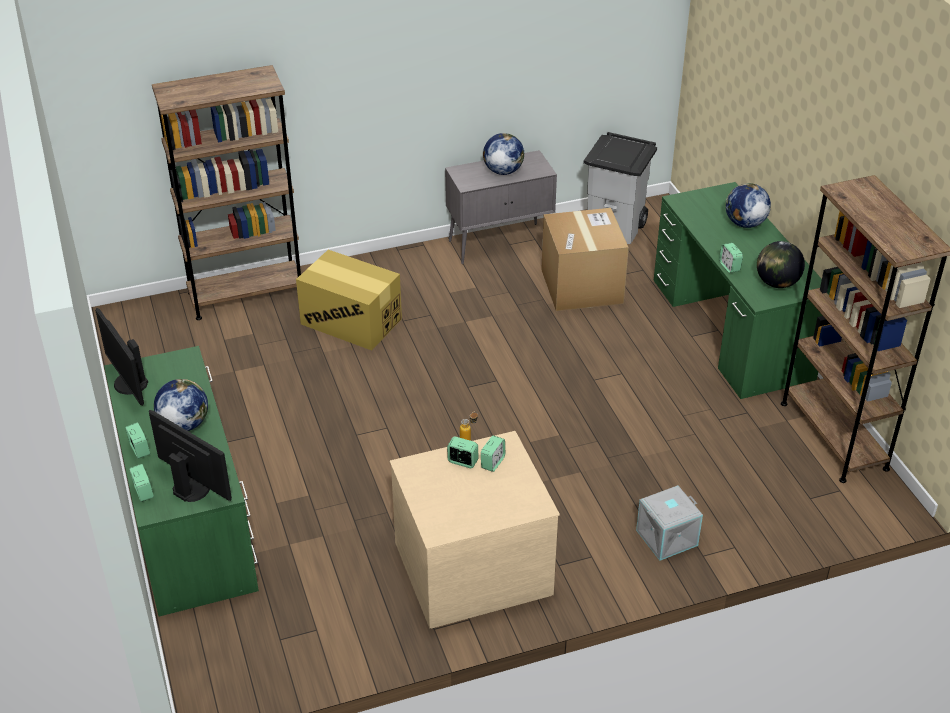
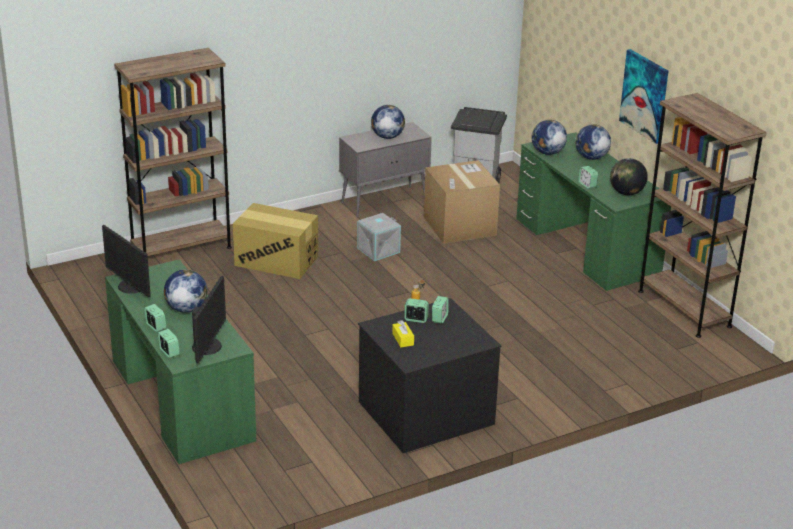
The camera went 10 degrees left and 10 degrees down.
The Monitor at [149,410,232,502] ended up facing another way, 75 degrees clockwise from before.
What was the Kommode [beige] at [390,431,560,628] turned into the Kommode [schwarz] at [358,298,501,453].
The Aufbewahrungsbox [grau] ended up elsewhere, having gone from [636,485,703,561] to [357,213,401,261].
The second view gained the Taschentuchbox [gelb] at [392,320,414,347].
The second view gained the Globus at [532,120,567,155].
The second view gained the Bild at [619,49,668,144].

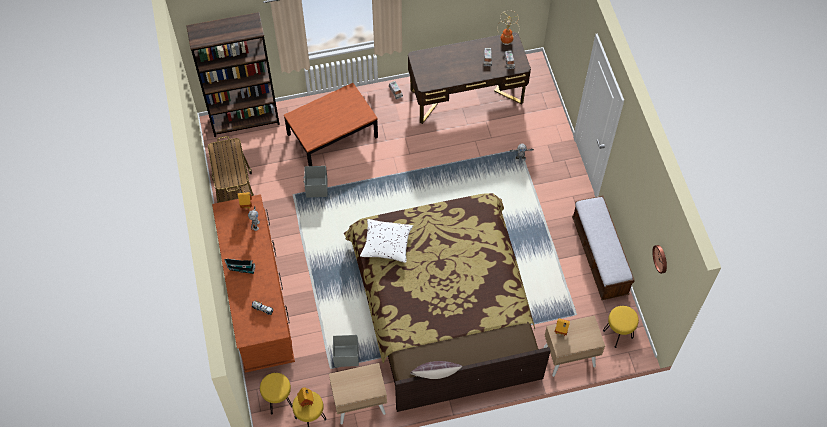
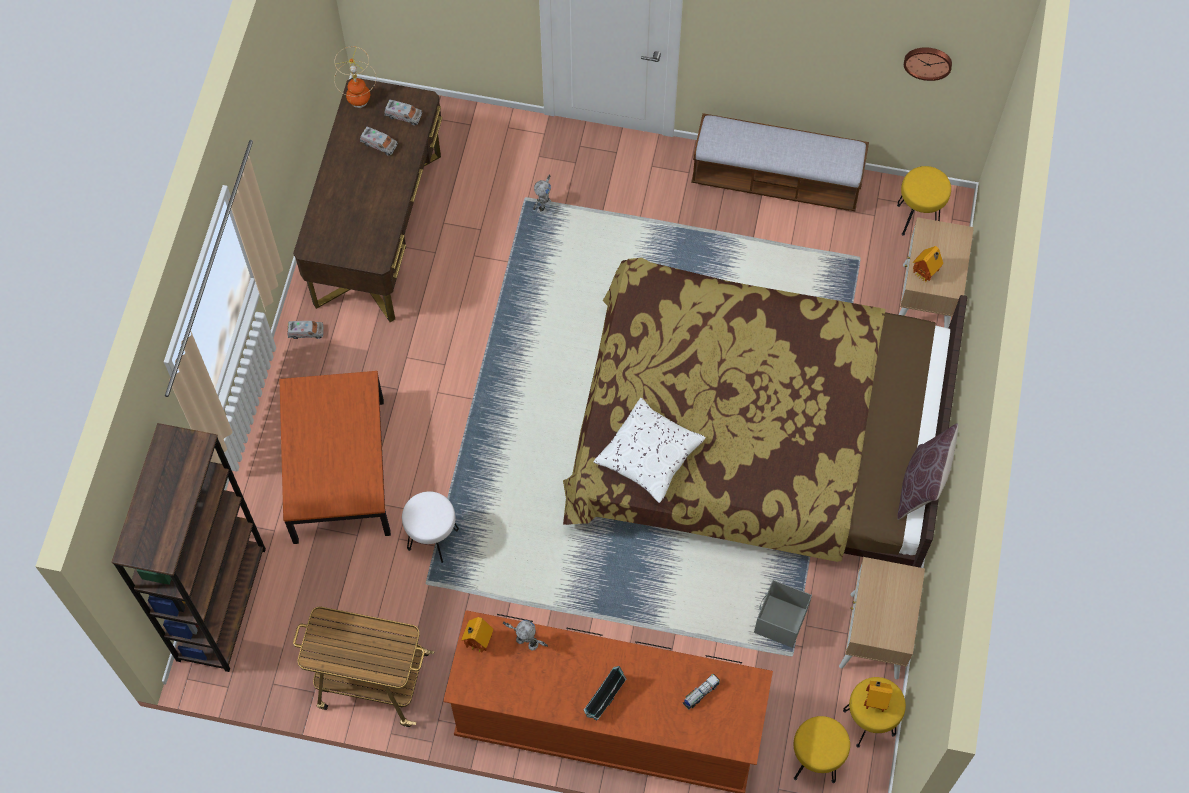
The camera went 65 degrees left and 5 degrees up.
Where the Aufbewahrungsbox [grau] stood at [303,166,327,198], the Hocker [weiß] came to stand at [402,491,459,563].

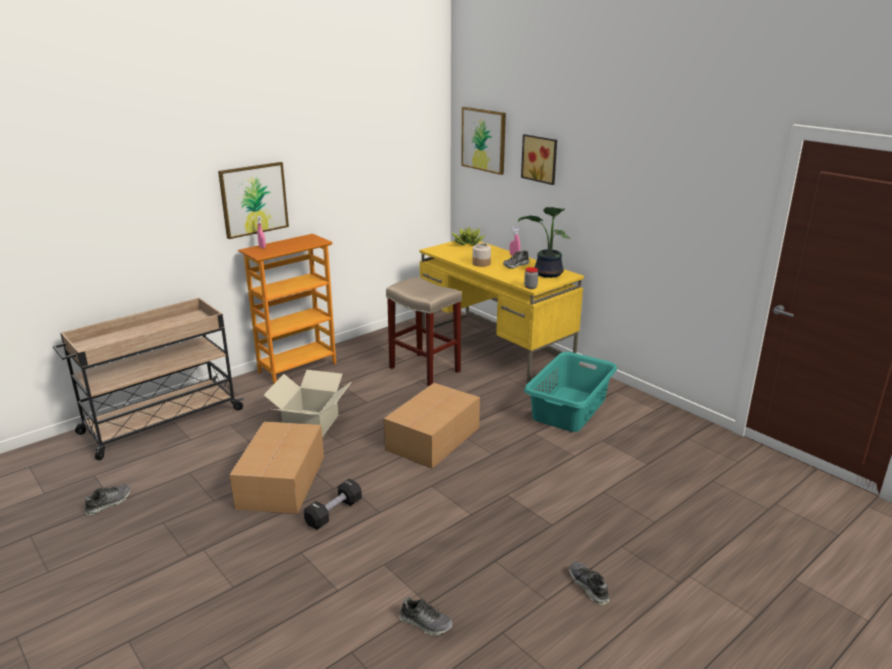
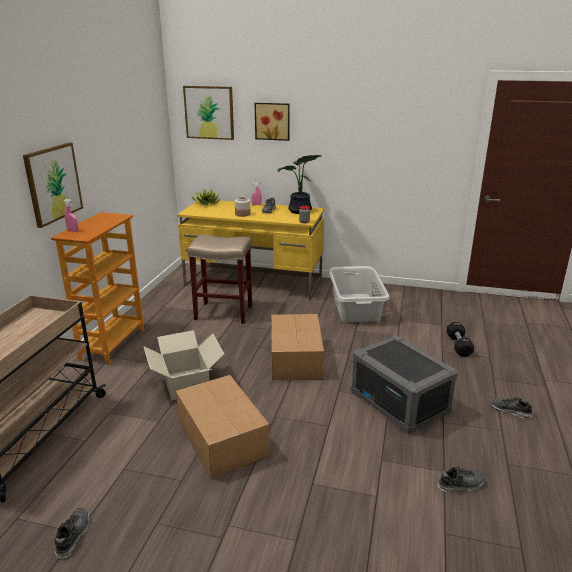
The camera went 35 degrees left and 0 degrees up.
The Hantel [schwarz] ended up elsewhere, having gone from [304,479,362,530] to [447,322,474,357].
What was the Wäschekorb [türkis] at [524,352,617,432] turned into the Wäschekorb [grau] at [329,266,389,322].
The second view gained the Aufbewahrungsbox [grau] at [351,335,458,434].

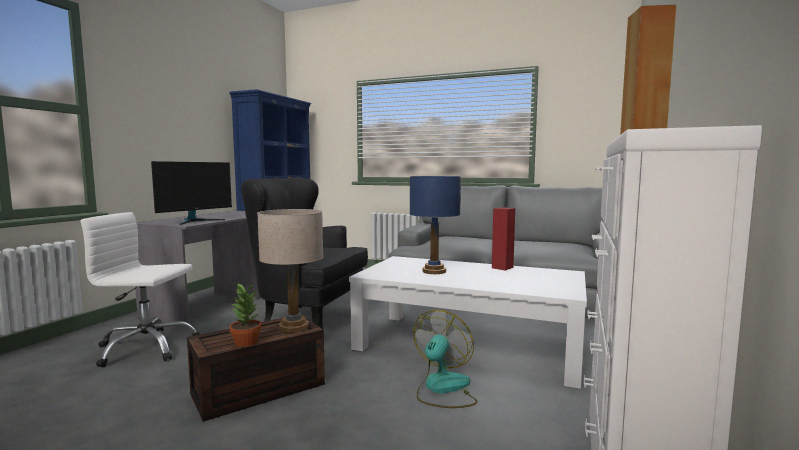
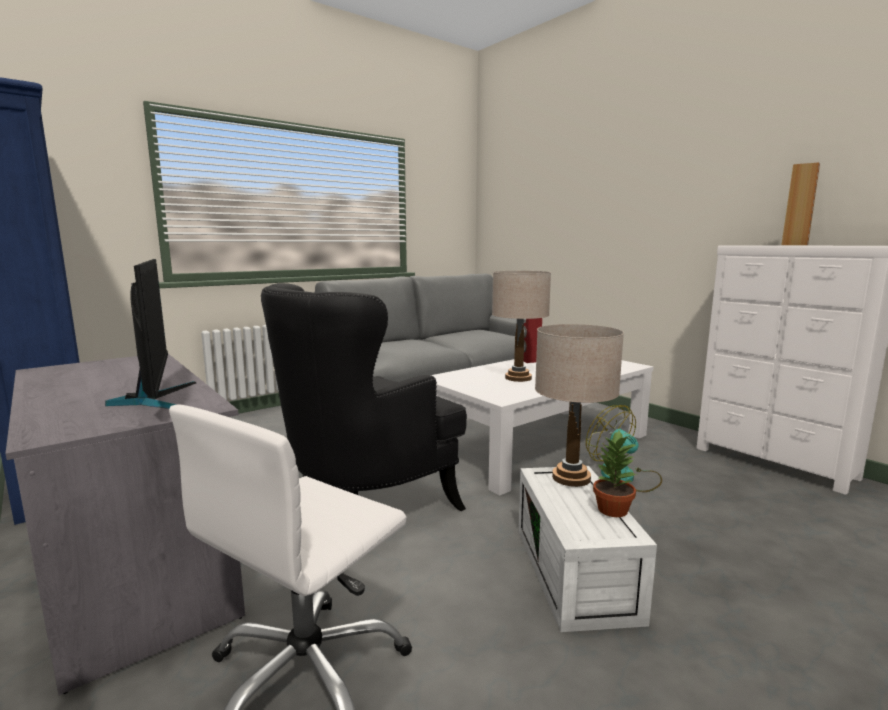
The camera went 60 degrees left and 5 degrees up.
What was the Aufbewahrungsbox [braun] at [187,317,325,422] turned into the Aufbewahrungsbox [weiß] at [518,466,657,632].
What was the Tischlampe [blau] at [410,176,461,274] turned into the Tischlampe [beige] at [492,271,551,382].

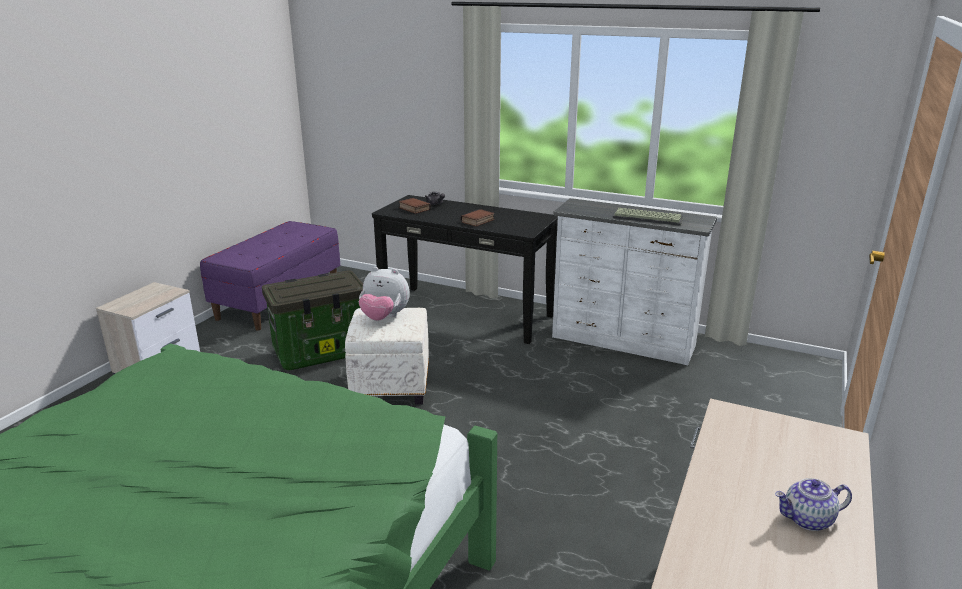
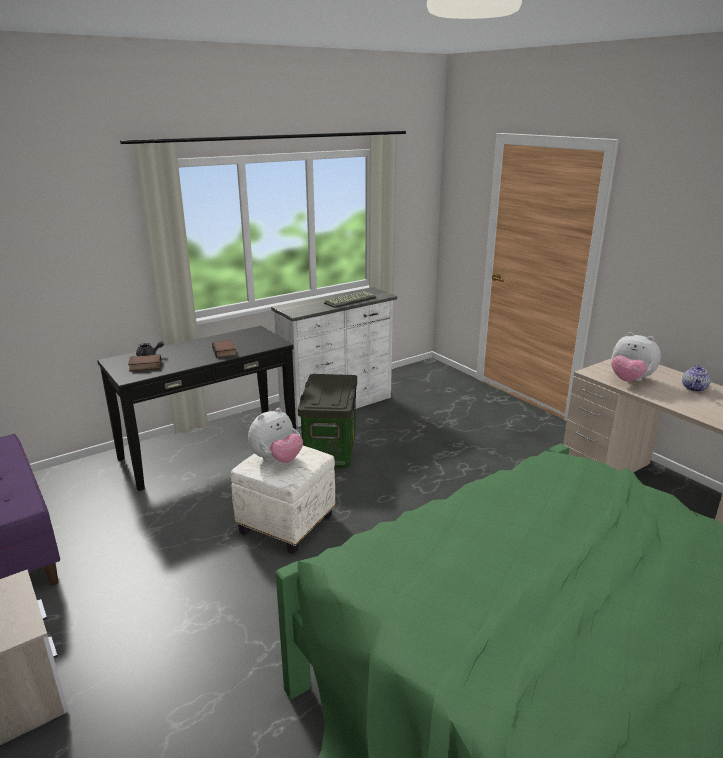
The camera went 60 degrees left and 0 degrees up.
The Aufbewahrungsbox ended up elsewhere, having gone from [262,270,363,370] to [298,374,357,468].
The second view gained the Plüschtier at [611,332,661,382].

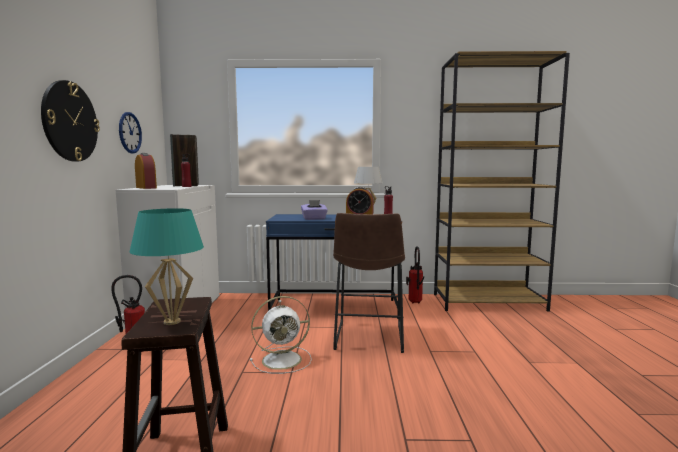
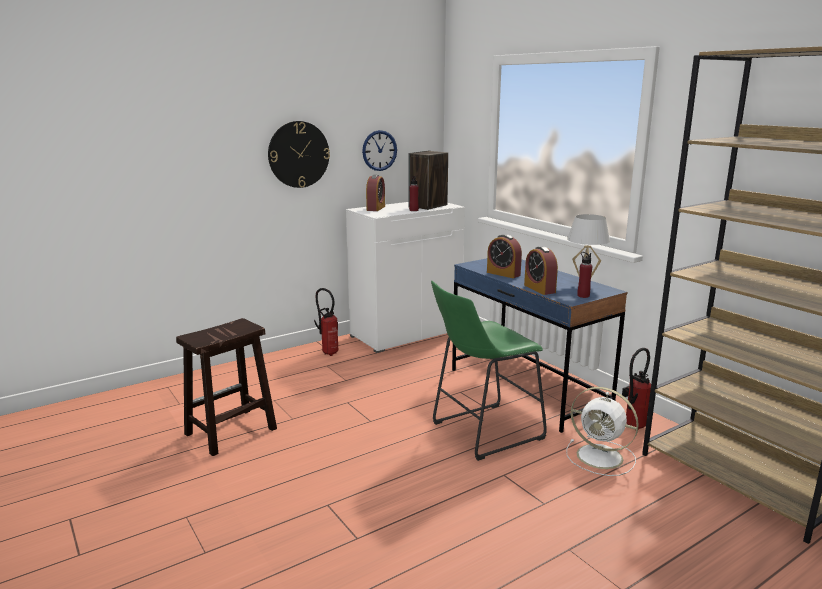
The camera went 55 degrees right and 10 degrees up.
The second view lost the Tischlampe [türkis] at [130,208,204,325].
The Ventilator [weiß] ended up elsewhere, having gone from [250,296,312,374] to [566,387,639,476].
Where the Taschentuchbox [lila] stood at [301,200,328,220], the Wecker came to stand at [487,234,522,278].
What was the Hocker [braun] at [333,213,405,353] turned into the Hocker [grün] at [431,281,547,461].

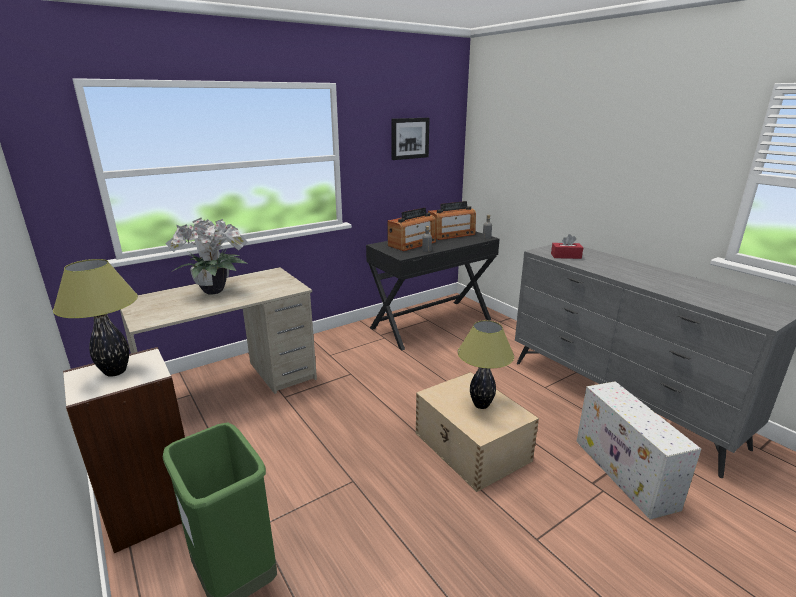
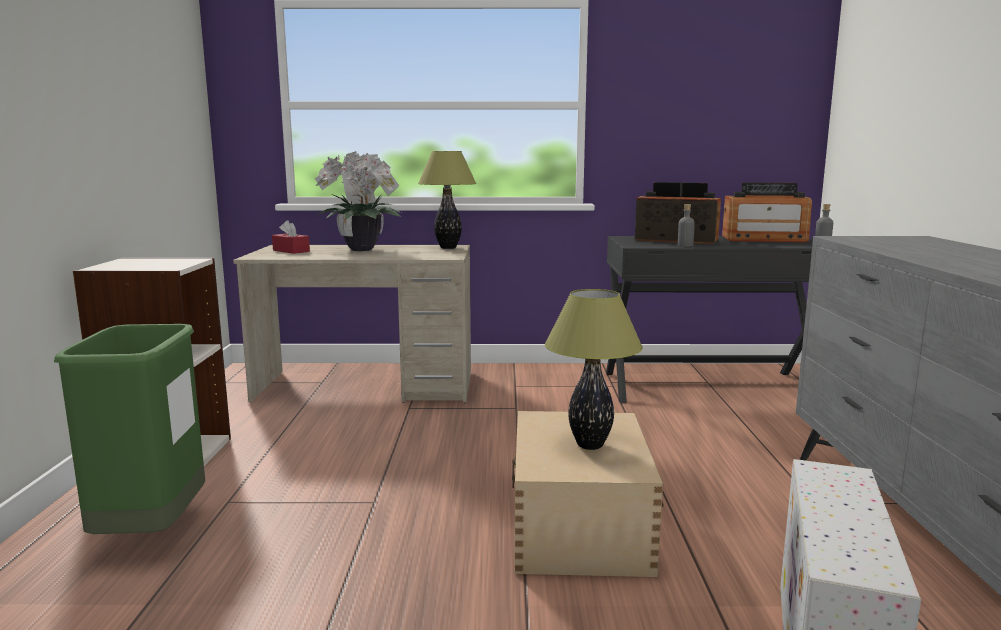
The camera went 35 degrees right and 10 degrees down.
The Tischlampe ended up elsewhere, having gone from [53,259,138,377] to [418,151,476,249].
The Radio at [387,208,436,251] ended up facing another way, 150 degrees counterclockwise from before.
The second view lost the Bild at [391,118,430,160].
The Taschentuchbox [rot] ended up elsewhere, having gone from [551,234,583,259] to [272,220,310,254].

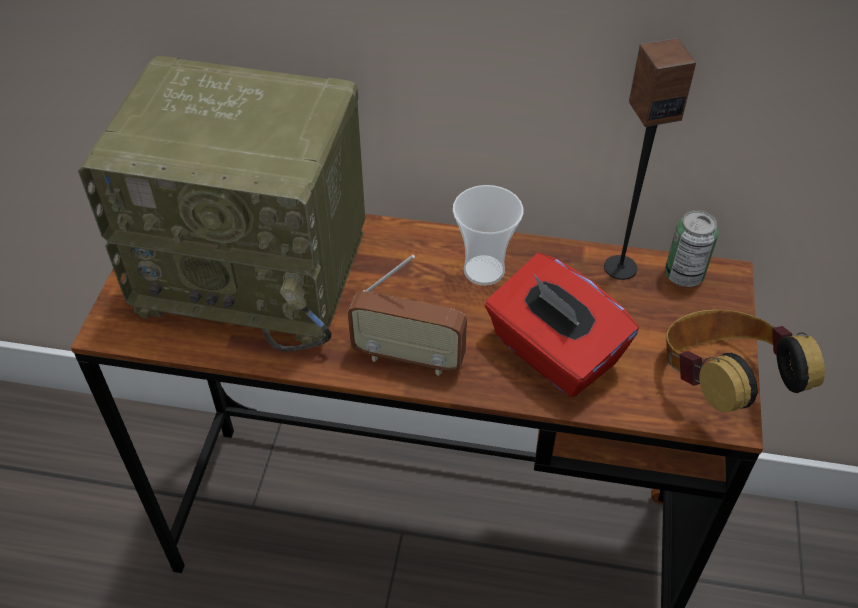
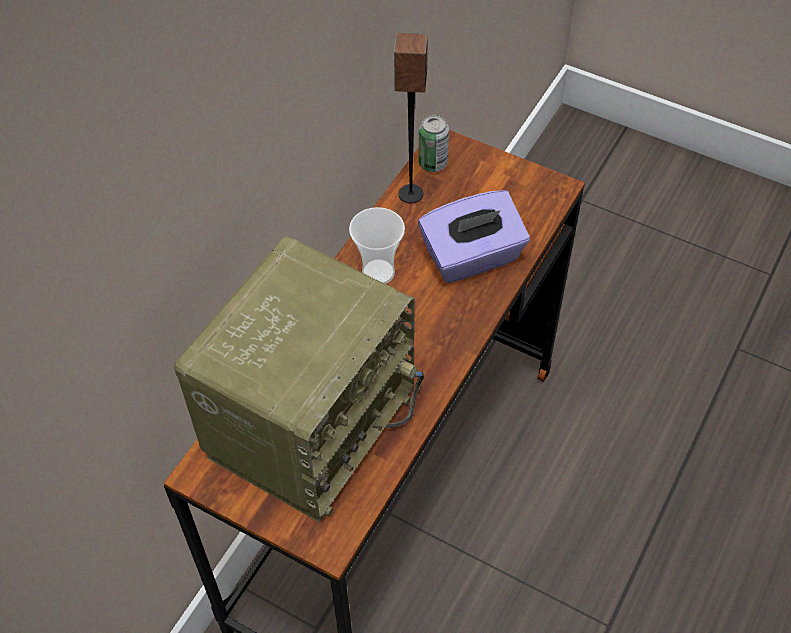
The camera went 70 degrees left and 5 degrees up.
The second view lost the Radio at [347,255,467,376].
What was the Taschentuchbox [rot] at [485,253,639,397] turned into the Taschentuchbox [lila] at [418,190,530,283].
The second view lost the Kopfhörer at [666,310,825,413].

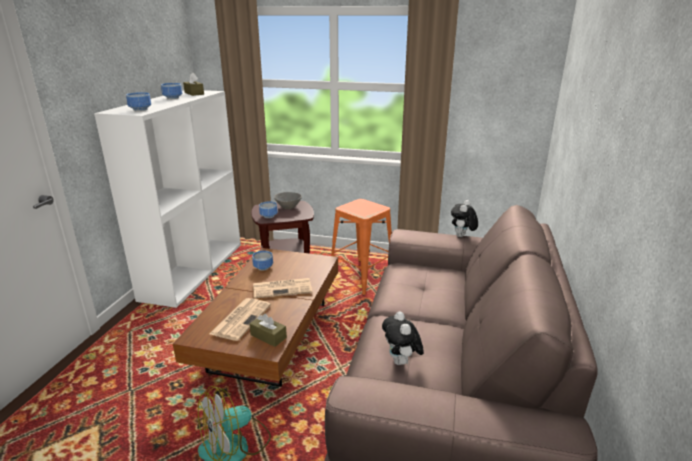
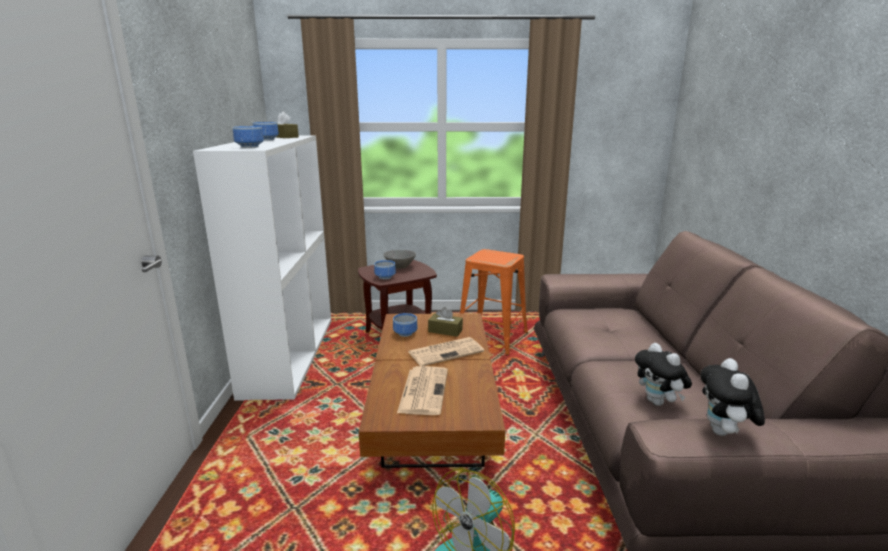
The camera went 15 degrees left and 5 degrees down.
The Taschentuchbox [braun] ended up elsewhere, having gone from [250,313,287,347] to [428,307,463,337].
The Plüschtier ended up elsewhere, having gone from [451,200,478,237] to [700,358,765,436].

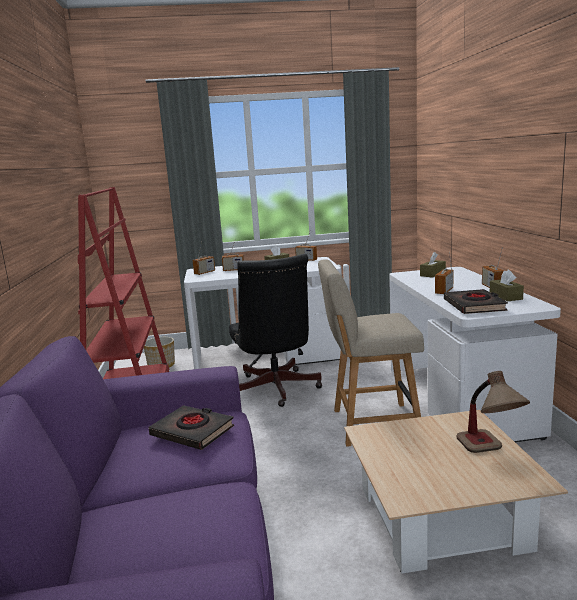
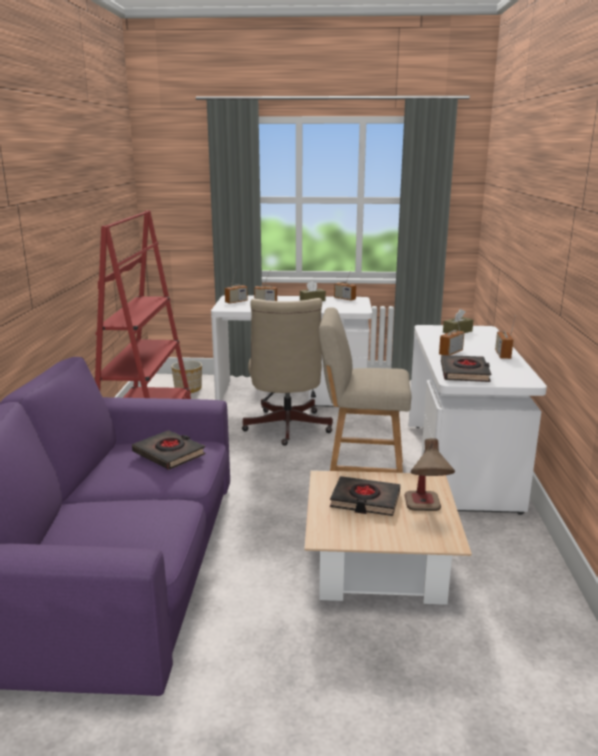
The camera went 10 degrees right and 5 degrees up.
What was the Bürostuhl [schwarz] at [229,254,322,407] turned into the Bürostuhl [beige] at [242,298,333,446].
The second view lost the Taschentuchbox [braun] at [490,270,524,301].
The second view gained the Buch [schwarz] at [330,476,400,516].

